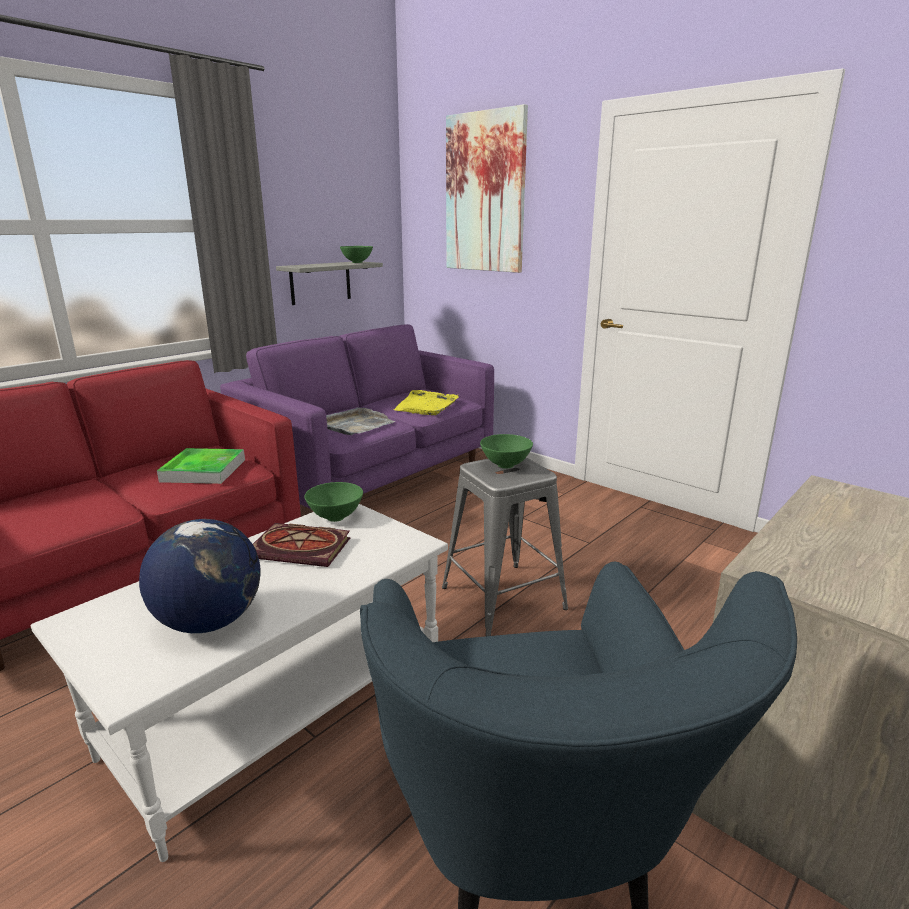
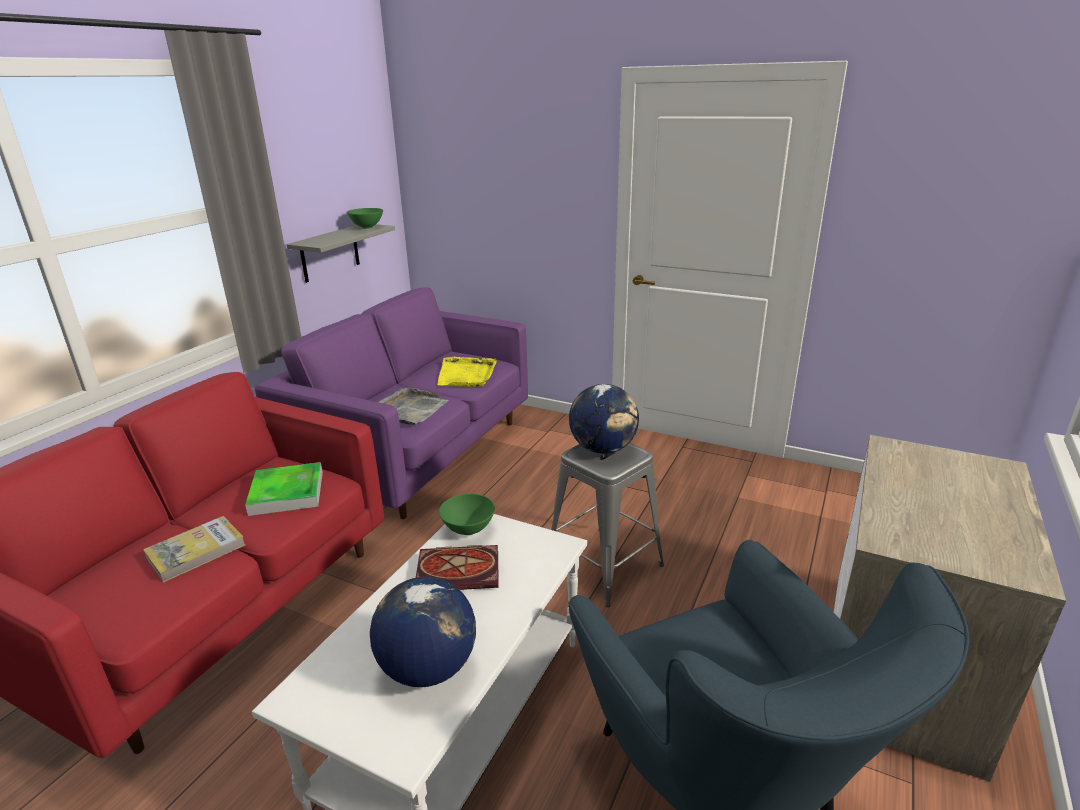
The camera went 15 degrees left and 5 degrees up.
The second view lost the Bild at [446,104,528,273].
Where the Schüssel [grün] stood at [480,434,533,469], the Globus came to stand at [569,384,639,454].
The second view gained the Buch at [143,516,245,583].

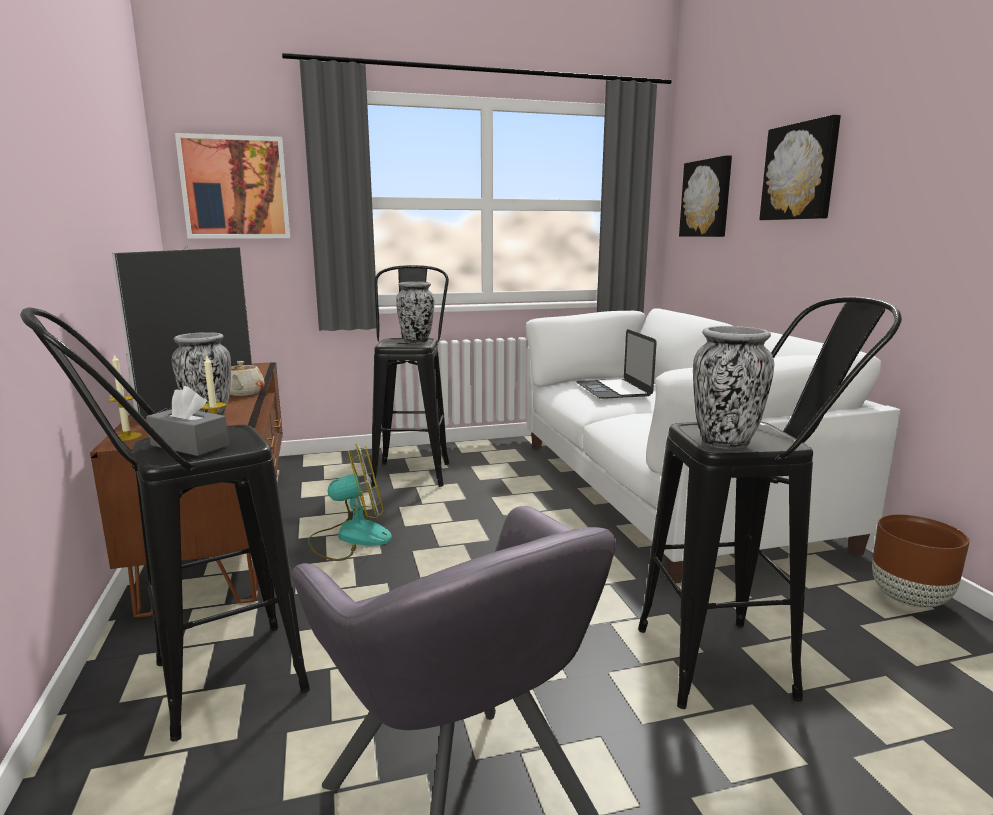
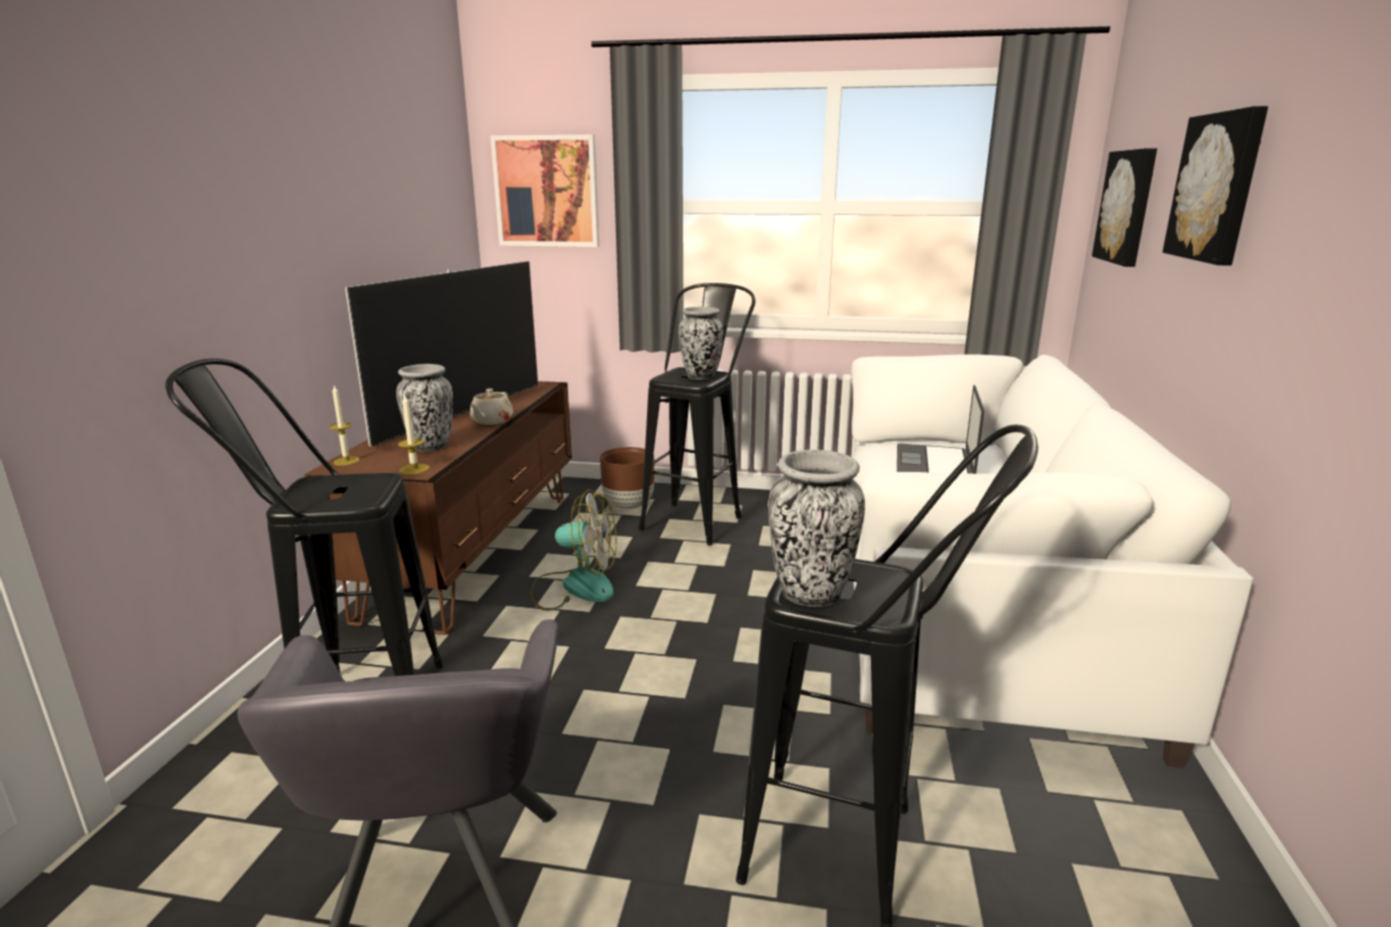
The camera went 25 degrees right and 5 degrees up.
The second view lost the Taschentuchbox [grau] at [147,386,229,456].
The Pflanzkübel [braun] ended up elsewhere, having gone from [872,515,969,608] to [600,447,654,509].

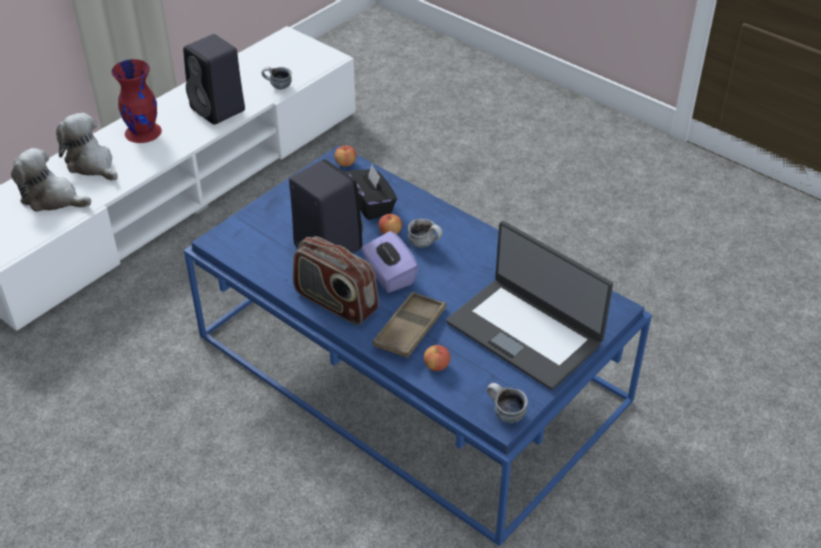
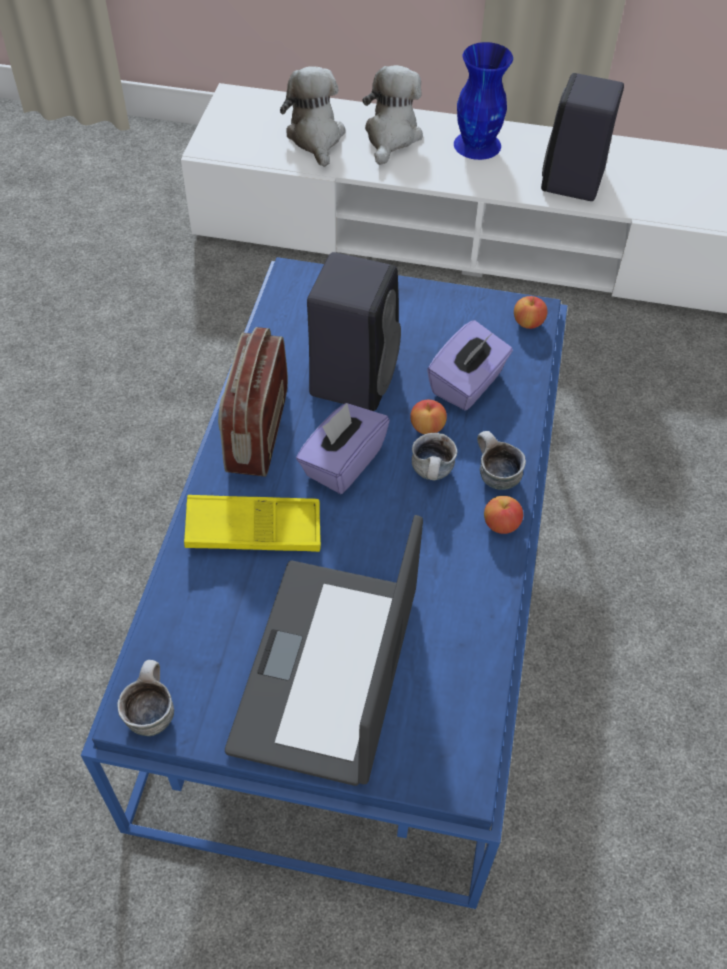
The camera went 60 degrees right and 10 degrees up.
What was the Vase [rot] at [111,59,162,143] turned into the Vase [blau] at [454,42,513,160].
The Henkelbecher ended up elsewhere, having gone from [262,67,292,89] to [477,431,526,490].
What was the Taschentuchbox [schwarz] at [346,165,397,220] turned into the Taschentuchbox [lila] at [427,320,513,410].
What was the Tablett [braun] at [373,292,446,358] turned into the Tablett [gelb] at [184,495,321,552].
The Apfel ended up elsewhere, having gone from [424,345,451,371] to [484,496,523,534].

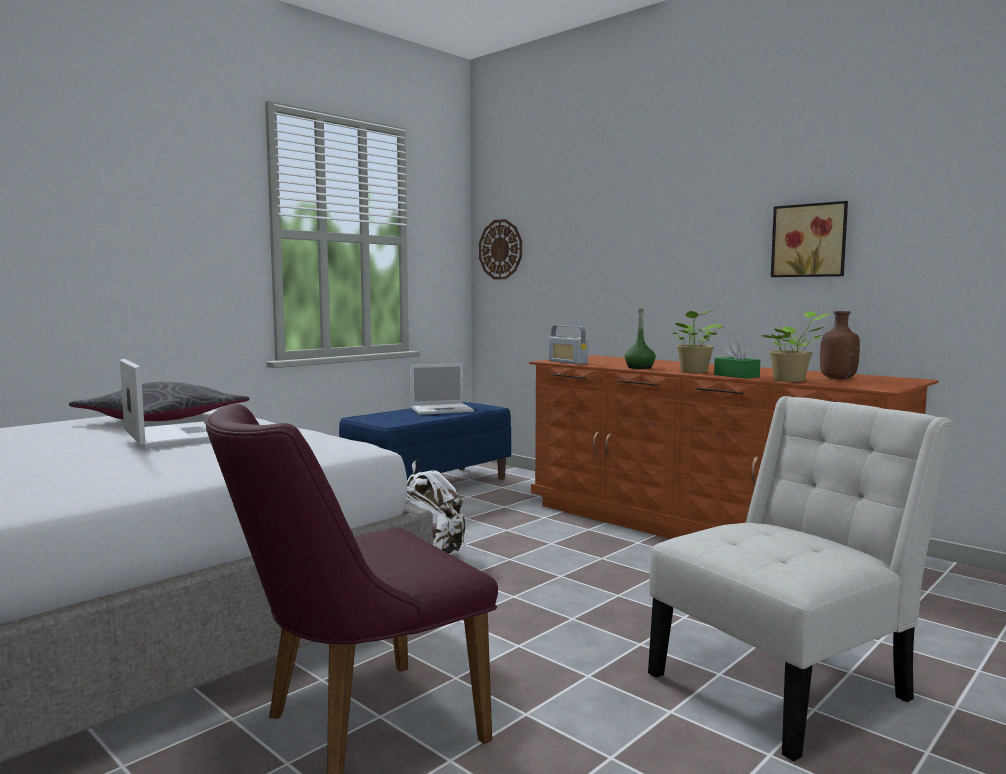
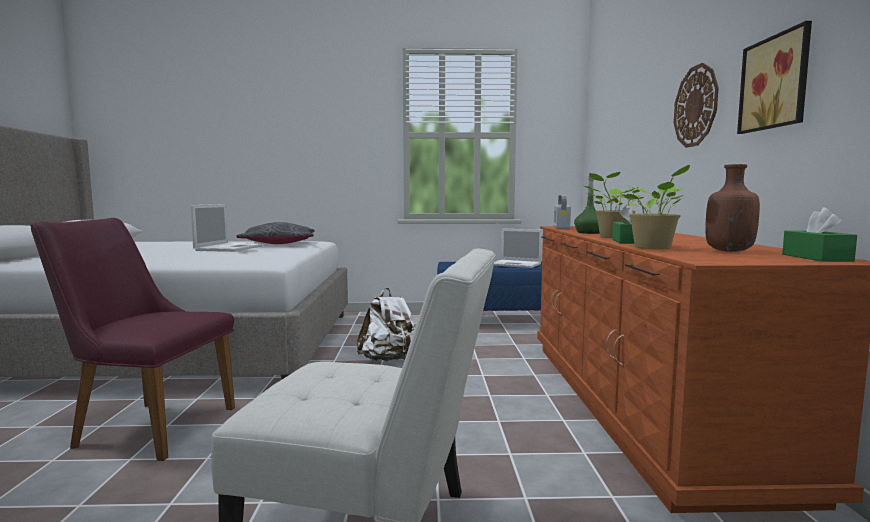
The camera went 45 degrees right and 0 degrees up.
The Wanduhr ended up elsewhere, having gone from [479,219,522,279] to [674,63,719,148].
The second view gained the Taschentuchbox [grün] at [782,207,857,262].

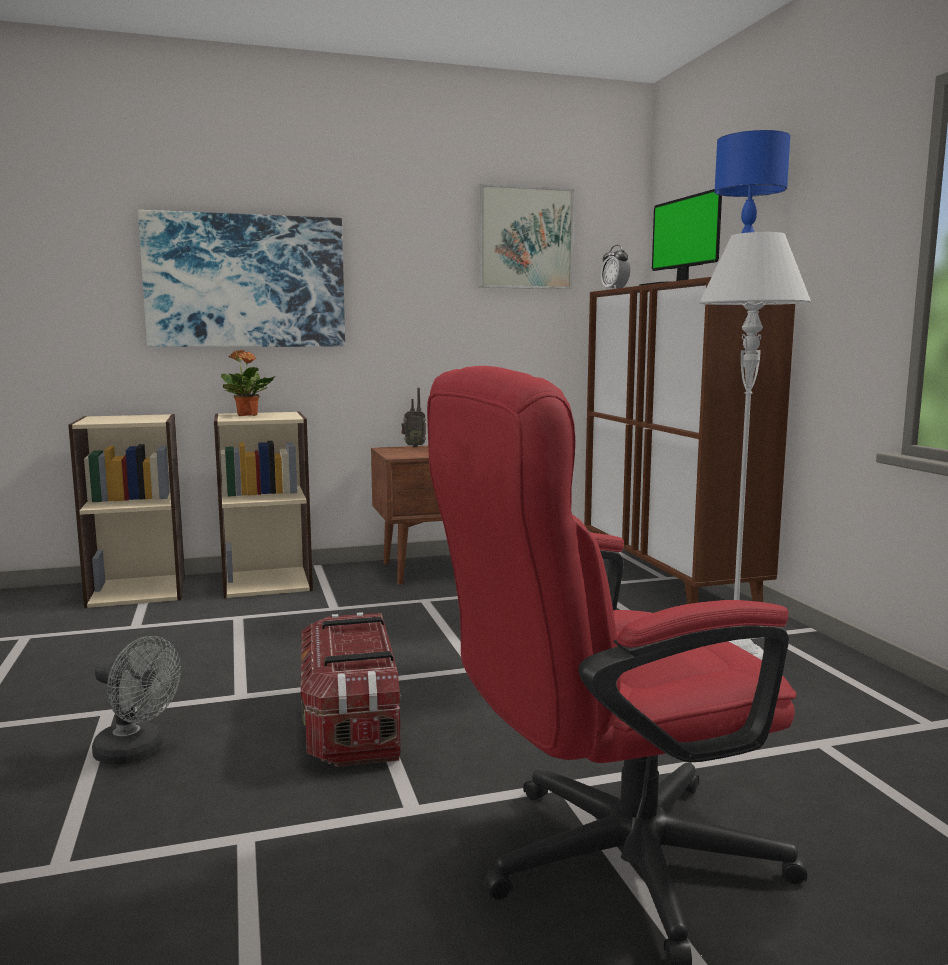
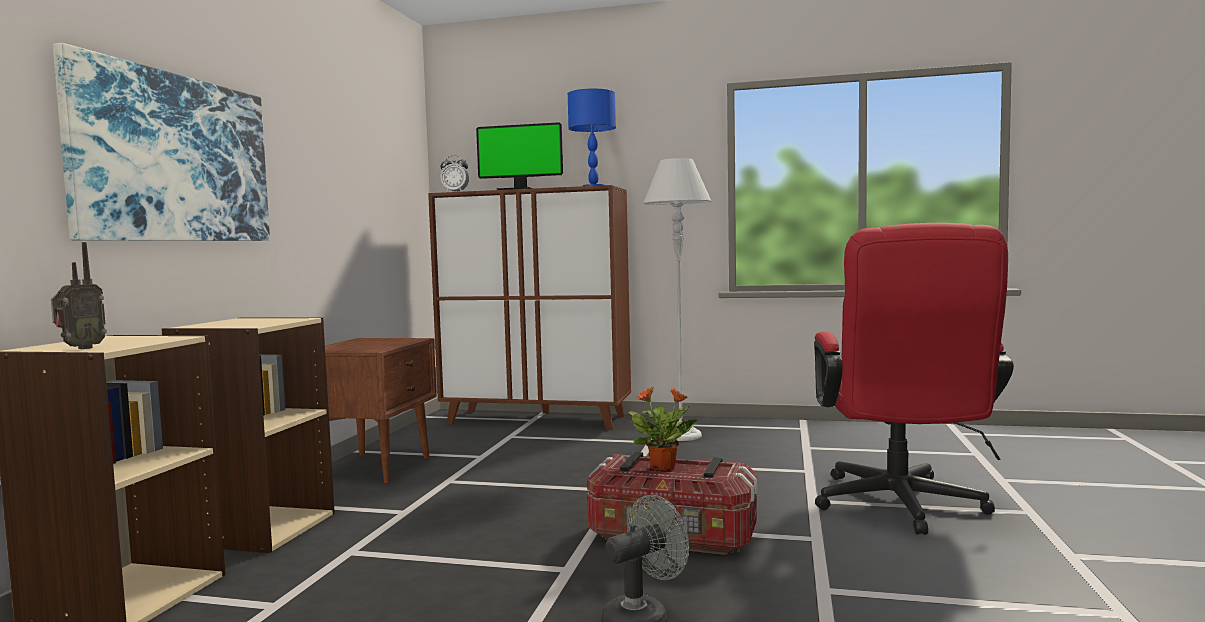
The camera went 60 degrees left and 5 degrees down.
The Topfpflanze ended up elsewhere, having gone from [221,350,275,416] to [628,387,697,471].
The Radio ended up elsewhere, having gone from [401,388,426,447] to [51,242,107,349].
The second view lost the Bild at [479,184,574,289].

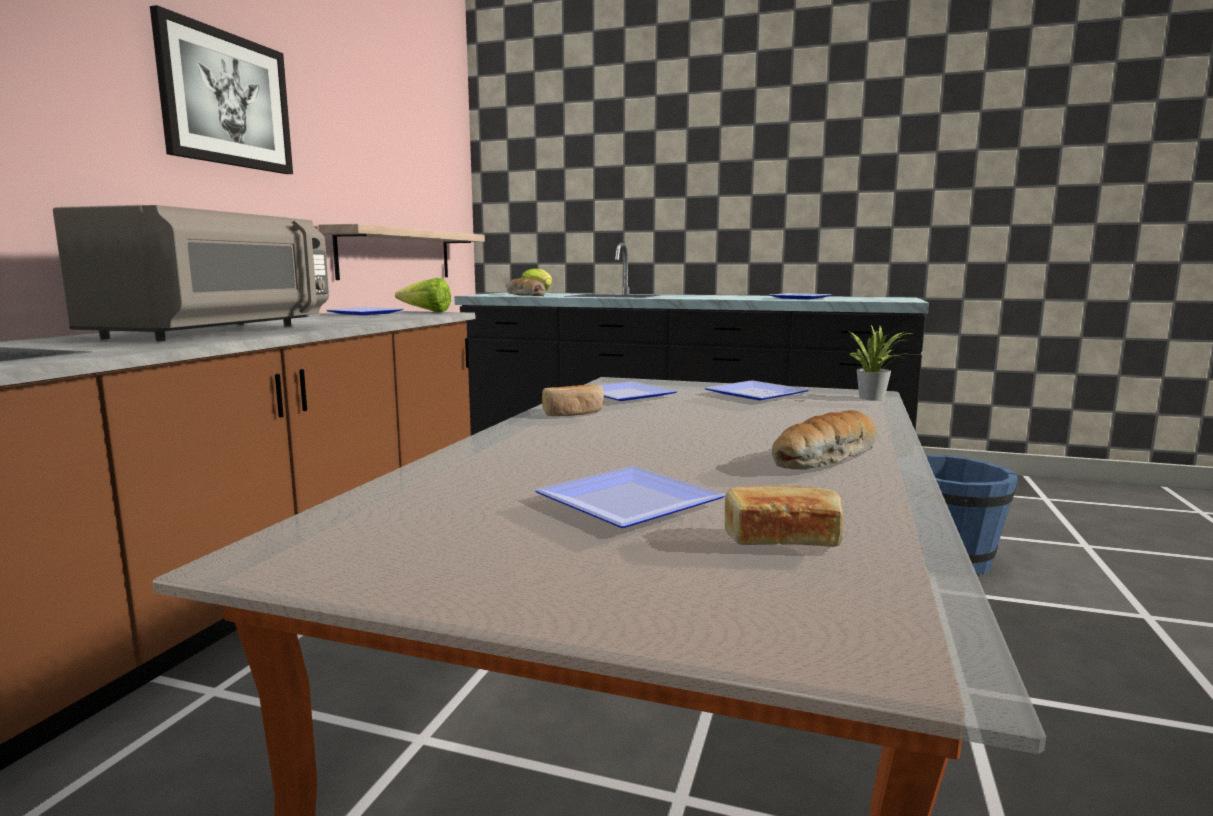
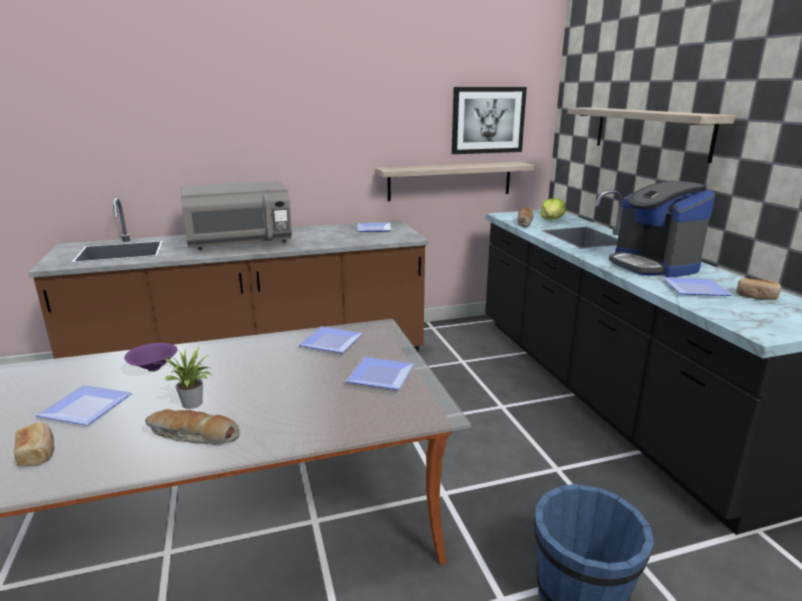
The camera went 55 degrees right and 10 degrees up.
The Bild ended up elsewhere, having gone from [150,5,293,174] to [452,87,527,154].
The second view lost the Salatkopf at [395,278,451,312].
The Brot ended up elsewhere, having gone from [542,385,604,416] to [736,278,781,300].
The Topfpflanze ended up elsewhere, having gone from [849,325,912,401] to [154,347,213,409].
The second view gained the Schüssel [lila] at [124,343,177,372].
The second view gained the Wandregal at [567,107,735,163].
The second view gained the Kaffeemaschine at [609,181,715,277].

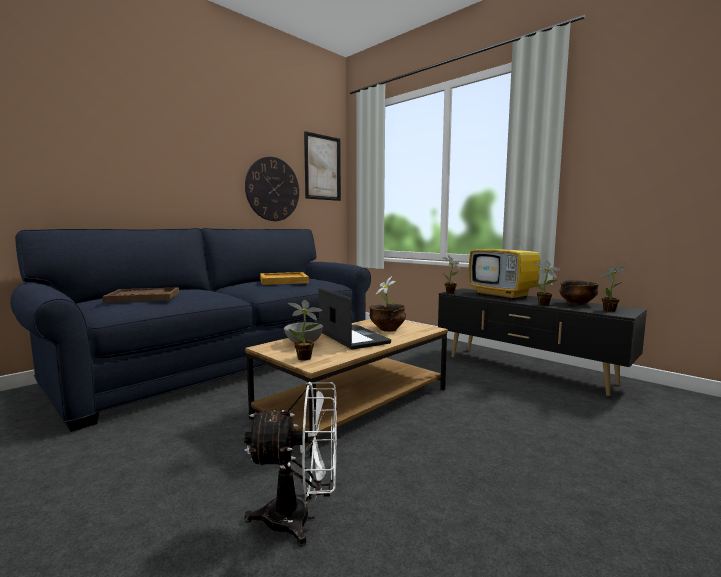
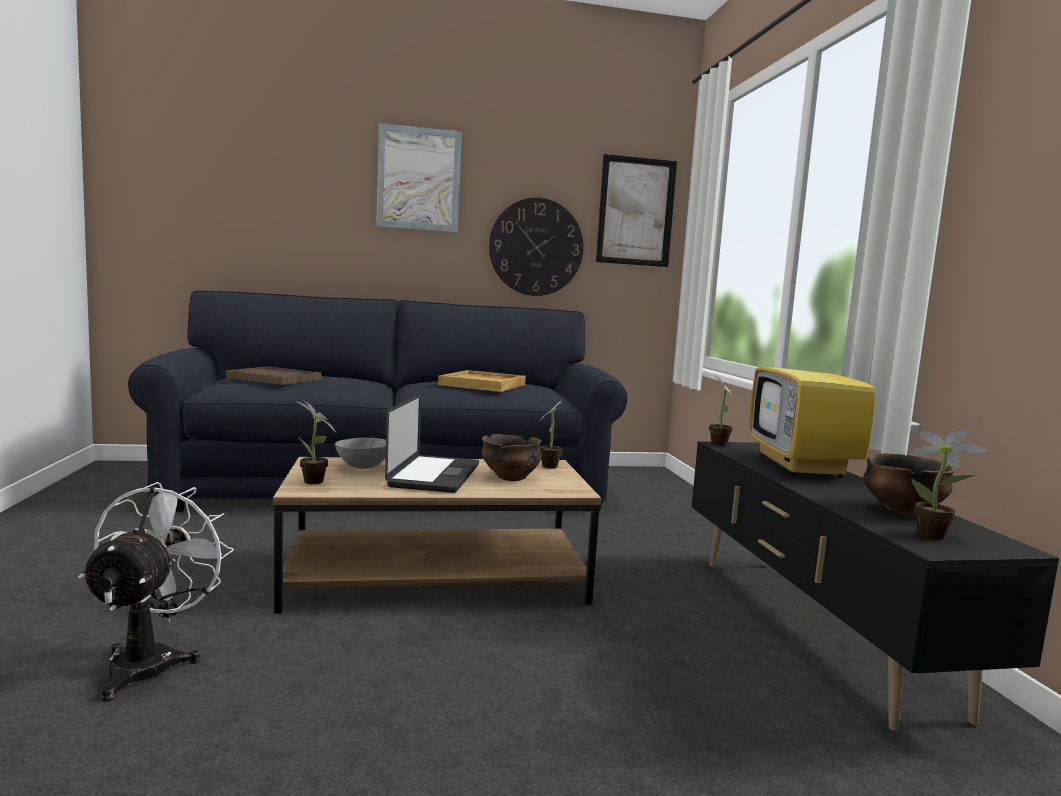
The camera went 35 degrees right and 0 degrees up.
The Ventilator [weiß] at [244,382,337,547] ended up facing another way, 120 degrees counterclockwise from before.
The second view lost the Topfpflanze at [534,261,561,305].
The second view gained the Bild at [376,123,462,232].

